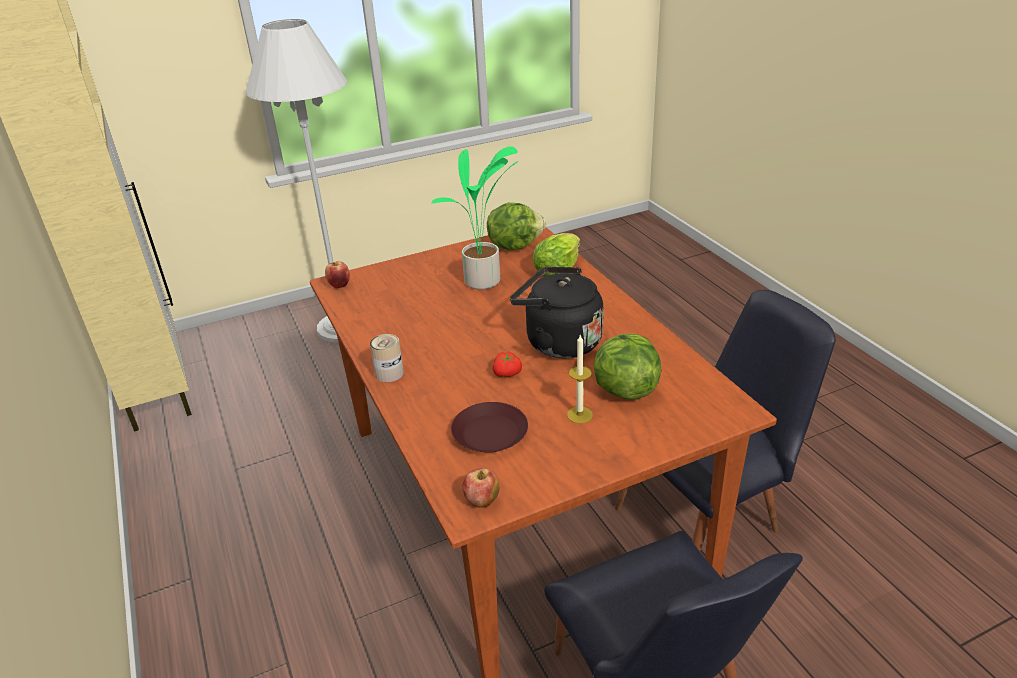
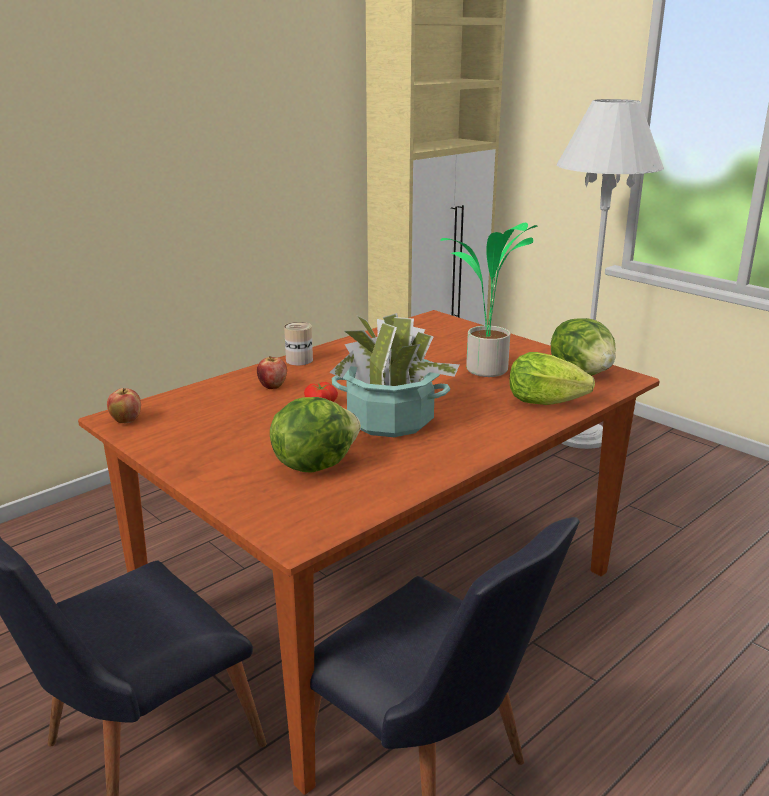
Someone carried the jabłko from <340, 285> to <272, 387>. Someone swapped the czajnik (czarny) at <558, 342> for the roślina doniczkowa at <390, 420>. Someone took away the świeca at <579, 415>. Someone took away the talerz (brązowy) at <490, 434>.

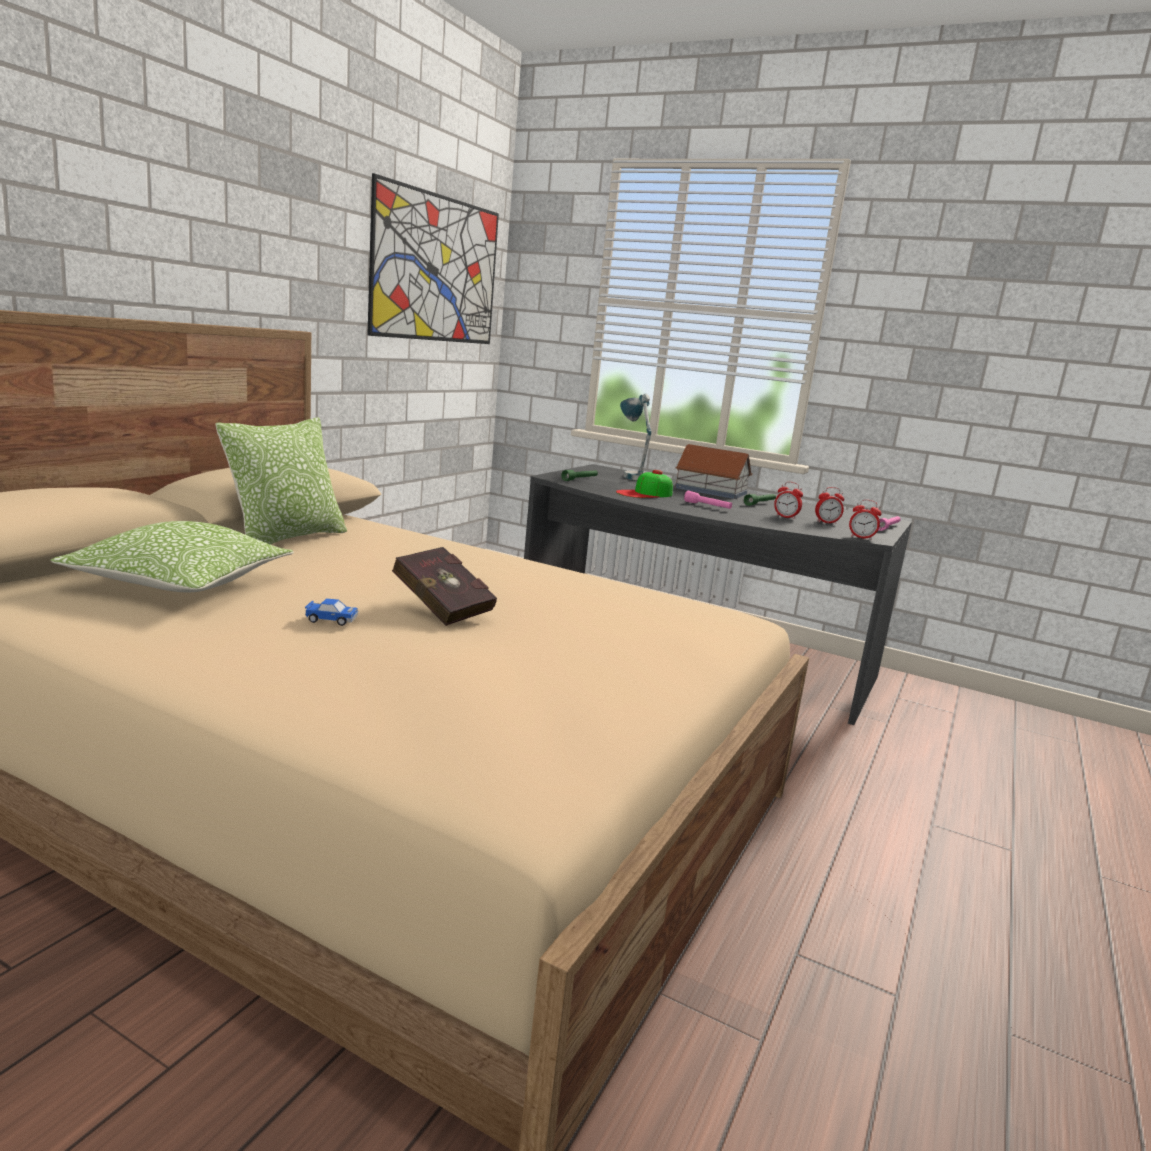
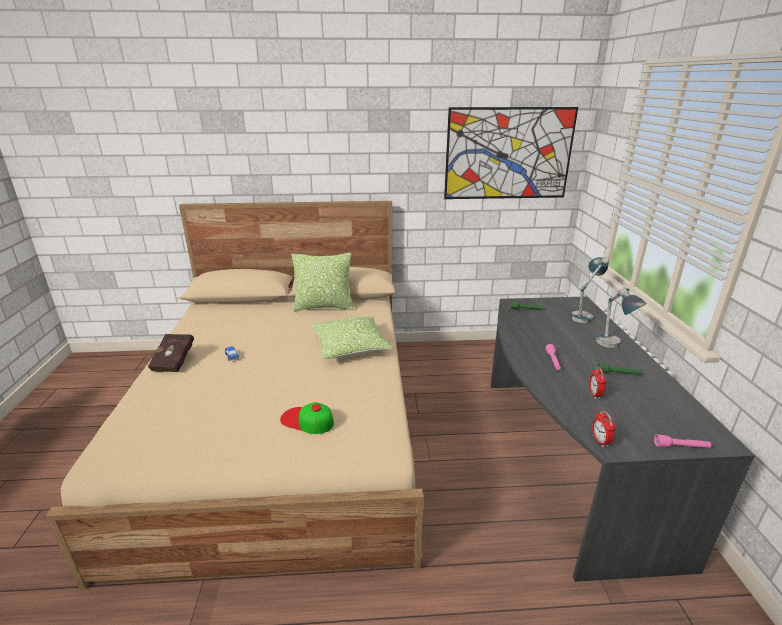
Someone swapped the domek at <710, 490> for the lampa stołowa at <612, 347>. Someone carried the czapka z daszkiem from <645, 493> to <307, 420>. Someone took away the budzik at <826, 522>. Someone carried the poduszka from <180, 583> to <350, 347>. Someone carried the książka (czerwony) from <441, 607> to <176, 361>.

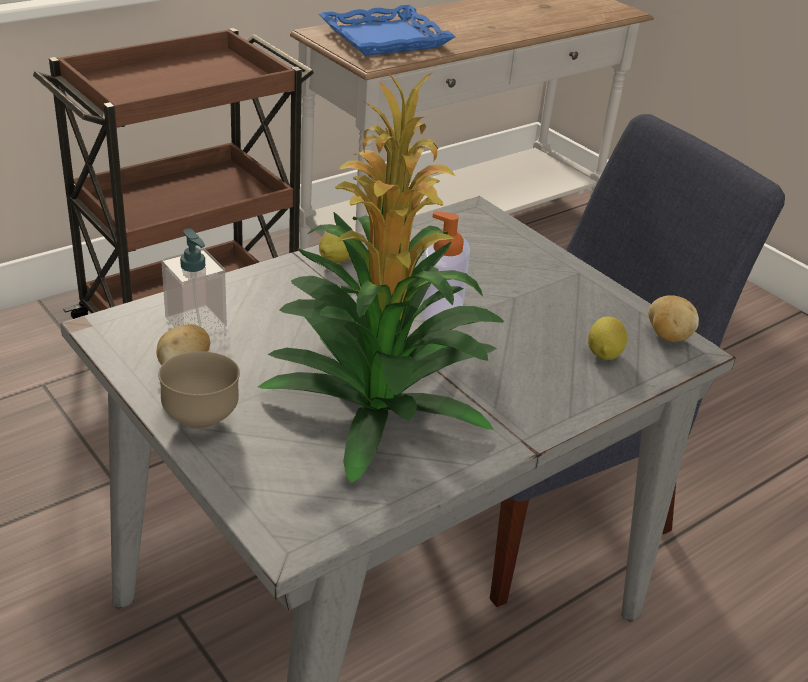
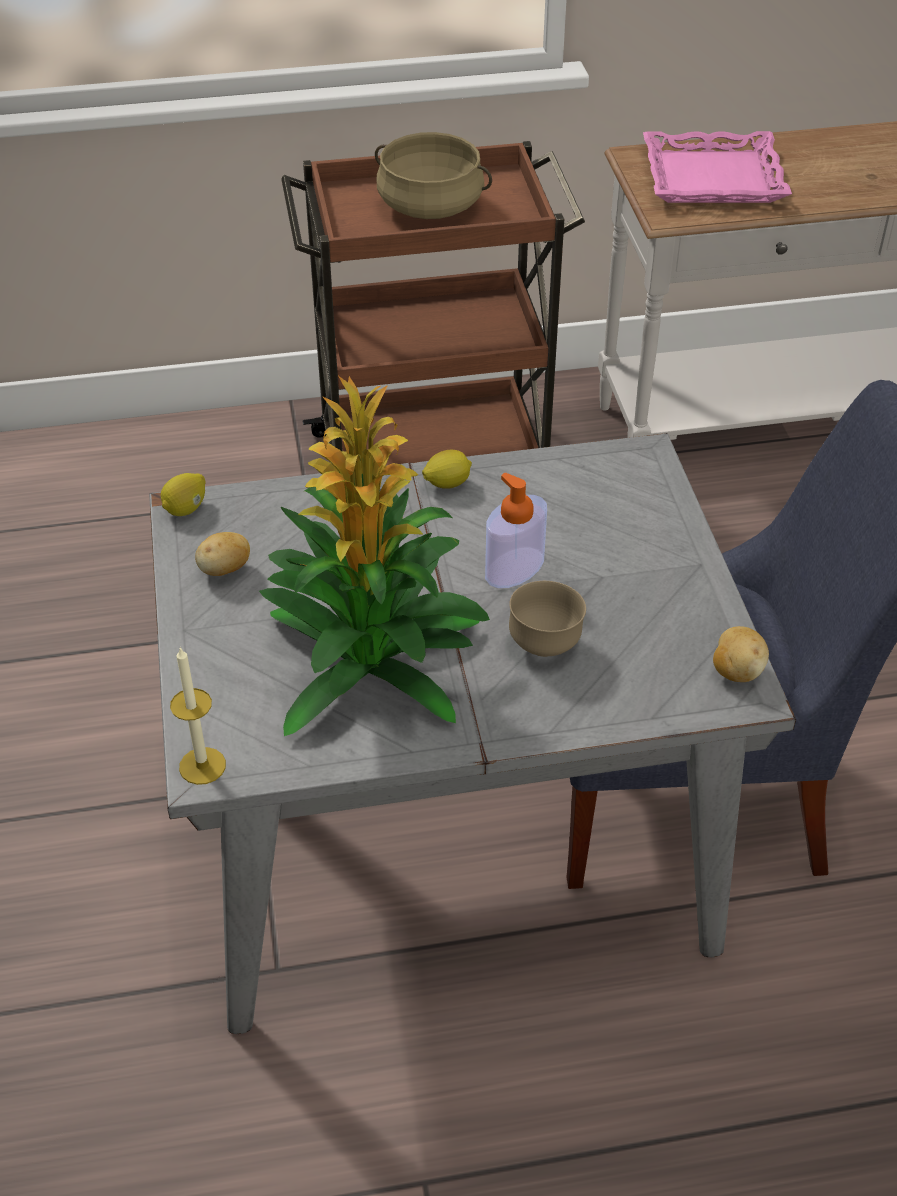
Someone repainted the taca (niebieski) at <385, 39>, which became the taca (różowy) at <713, 179>. Someone took away the dozownik mydła at <196, 322>. Someone carried the cytryna from <604, 353> to <186, 508>. Someone carried the miska (brązowy) from <201, 419> to <545, 645>. Someone put down the garnek (beżowy) at <431, 206>. Someone put down the świeca at <202, 766>.

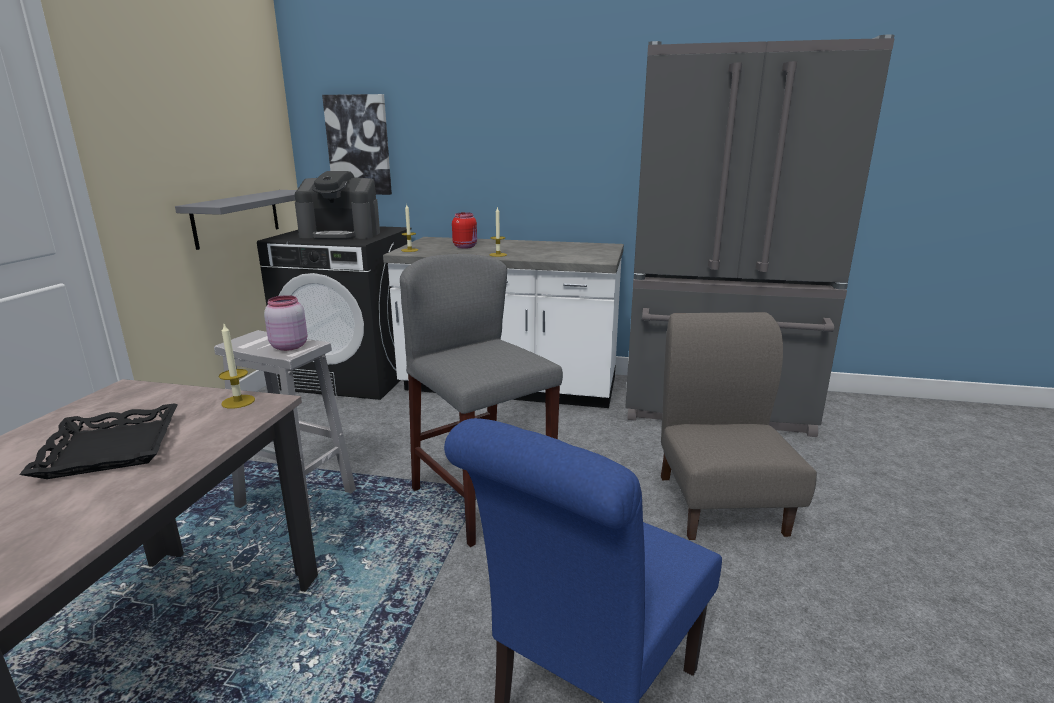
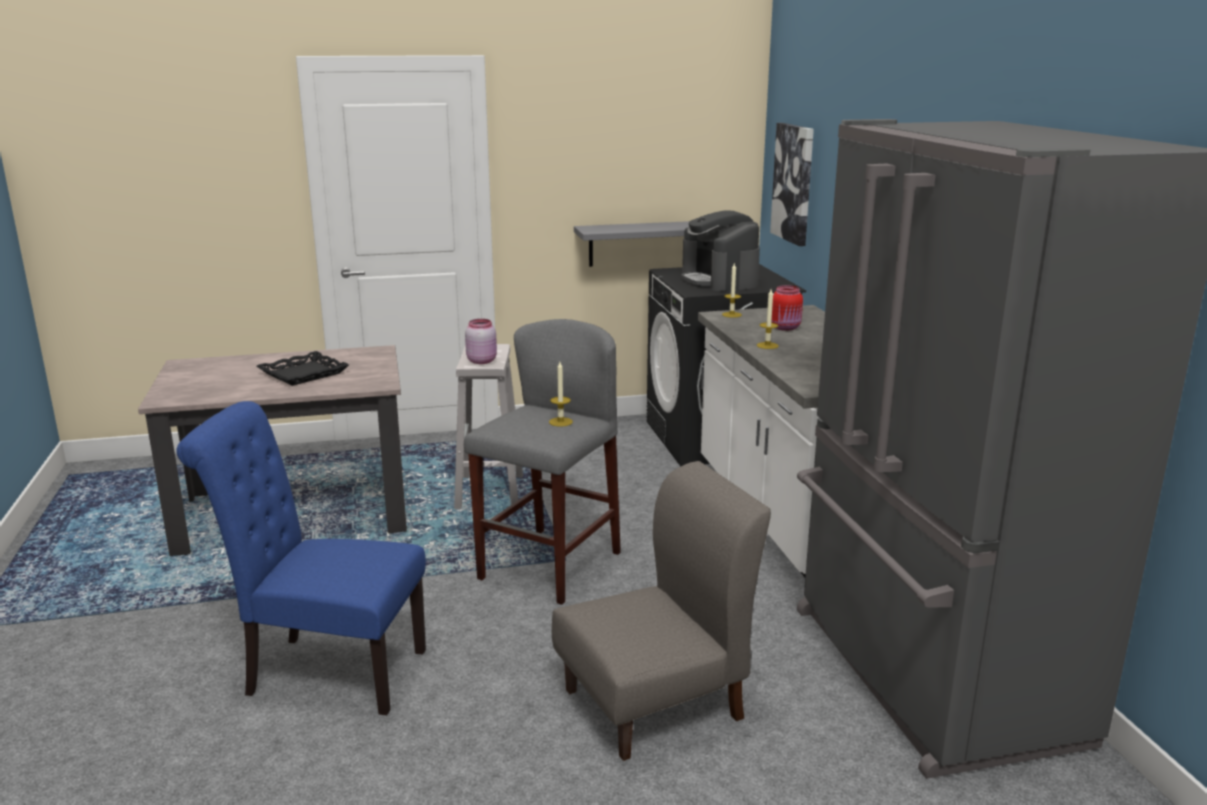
Someone carried the świeca from <238, 401> to <560, 422>.

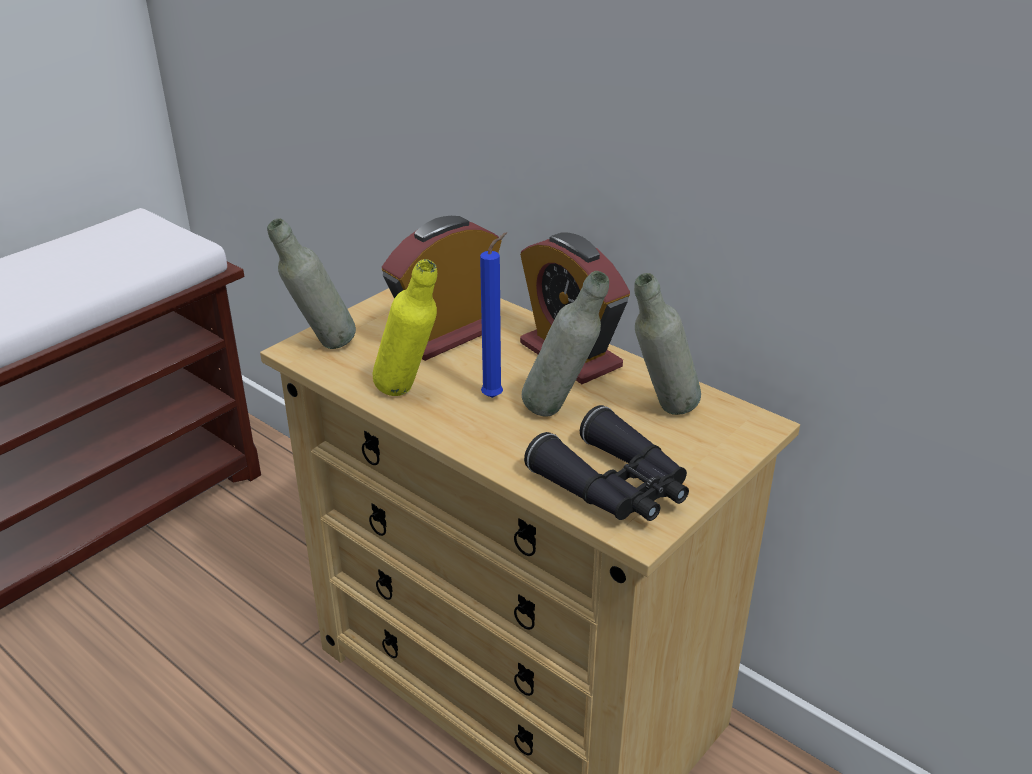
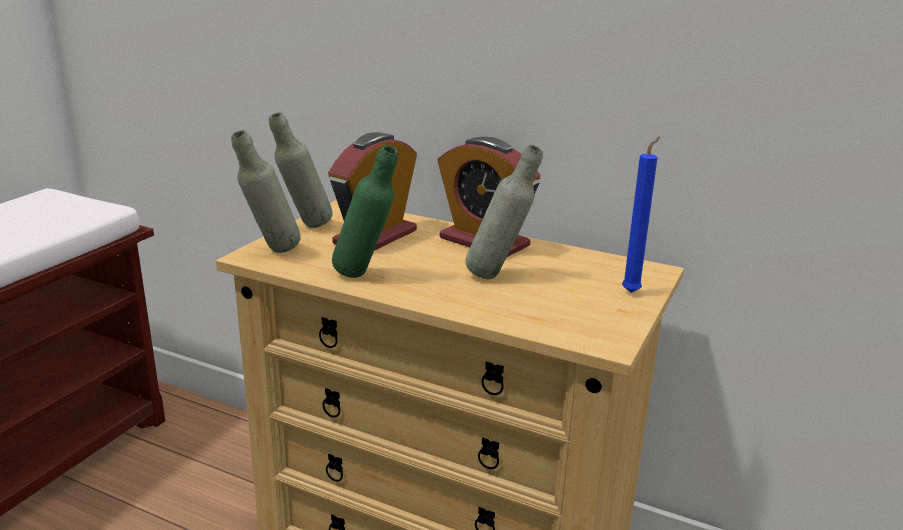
Someone carried the świeca (niebieski) from <495, 396> to <632, 291>. Someone repainted the butelka (żółty) at <409, 395>, which became the butelka (zielony) at <365, 276>. Someone carried the butelka (szary) from <661, 412> to <304, 228>. Someone took away the lornetka (czarny) at <614, 487>.

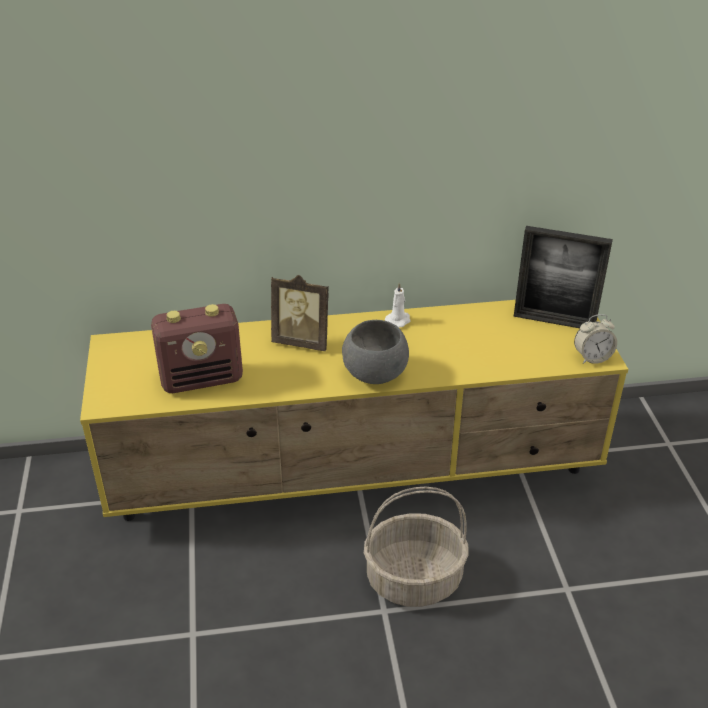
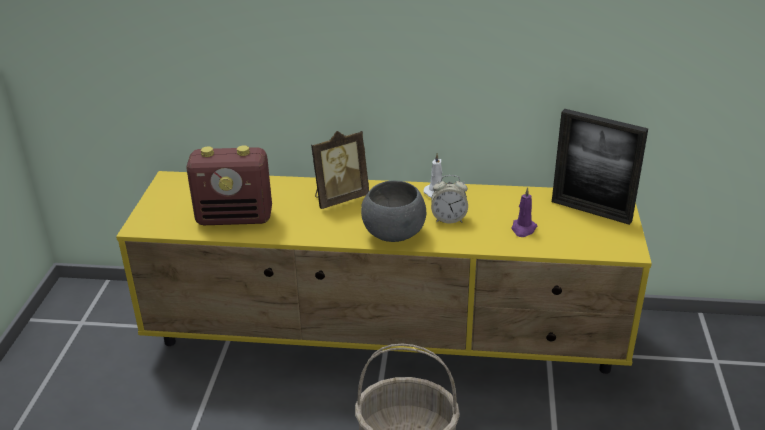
Someone rotated the ramka na zdjęcie at <302, 341> by 60 degrees counterclockwise. Someone carried the budzik from <592, 358> to <448, 219>. Someone put down the świeca (fioletowy) at <523, 229>.

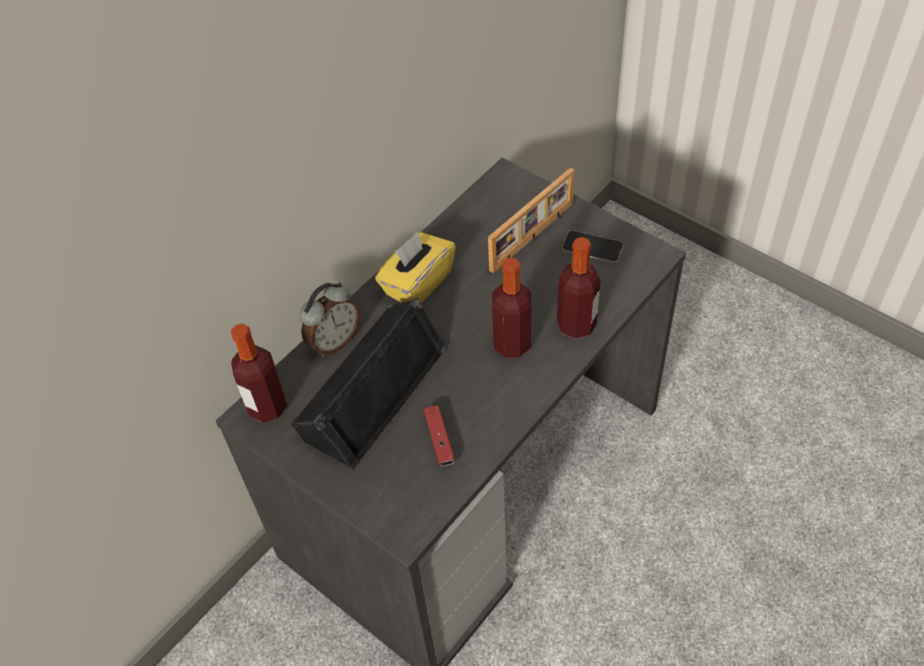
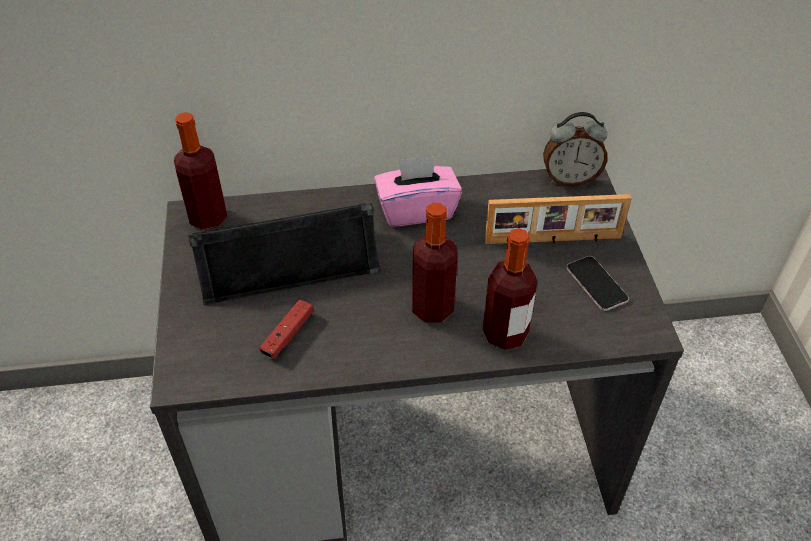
Someone repainted the pudełko chusteczek (żółty) at <417, 283>, which became the pudełko chusteczek (różowy) at <416, 210>. Someone carried the budzik from <334, 341> to <570, 179>.

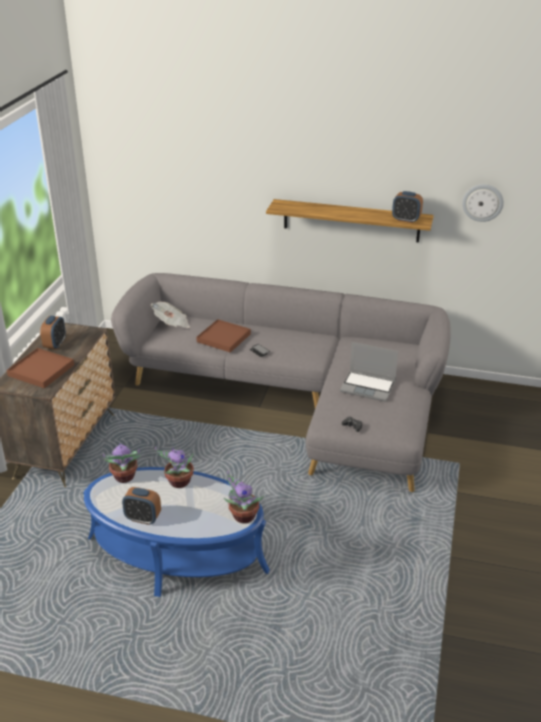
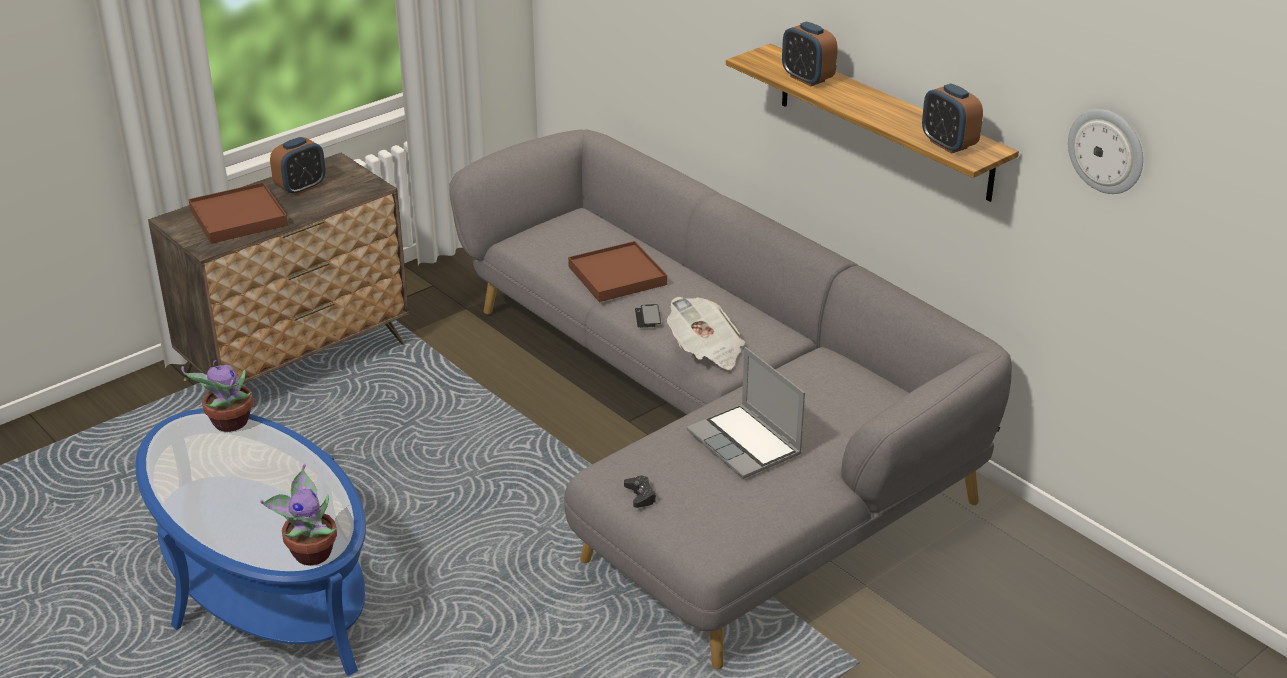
Someone carried the gazeta from <172, 324> to <706, 350>. Someone took away the roślina doniczkowa at <178, 482>. Someone carried the budzik from <143, 518> to <807, 79>.

